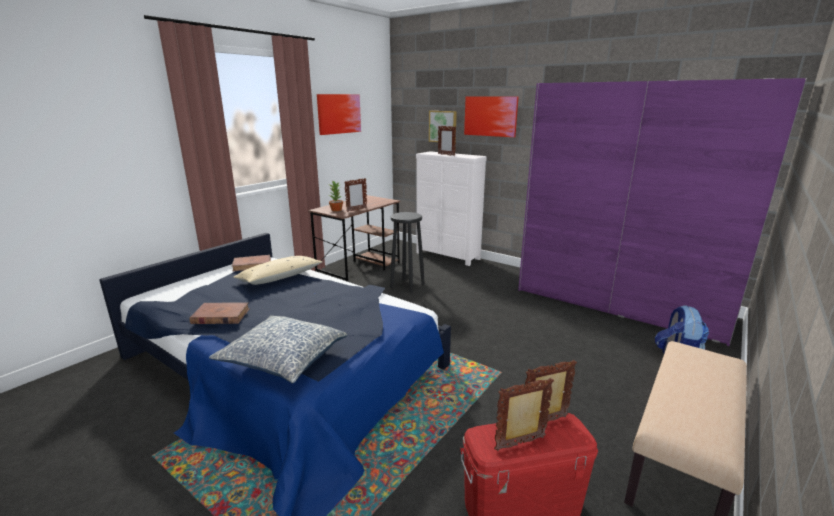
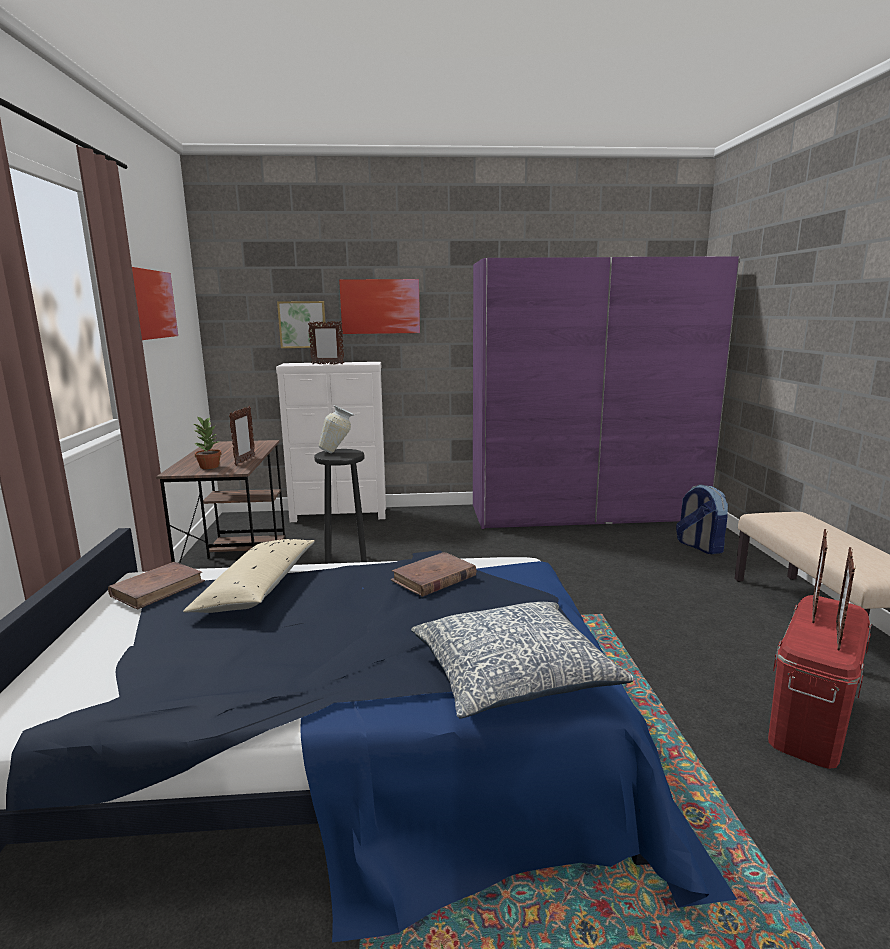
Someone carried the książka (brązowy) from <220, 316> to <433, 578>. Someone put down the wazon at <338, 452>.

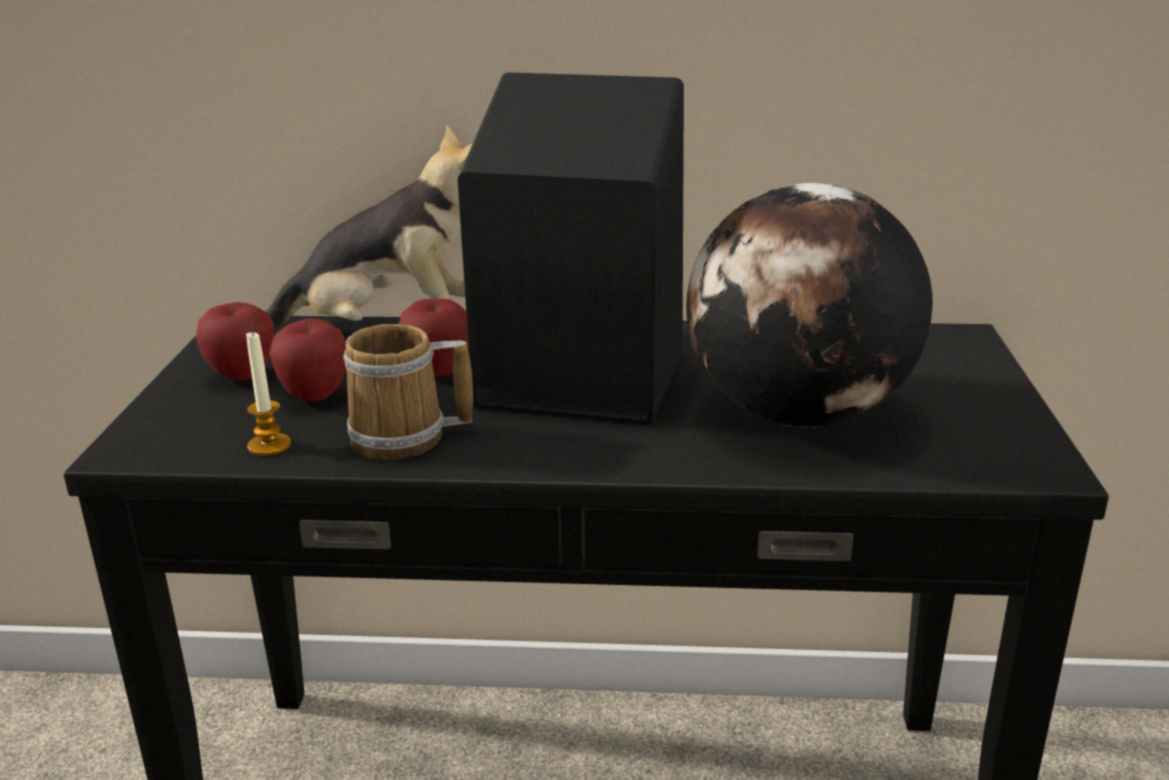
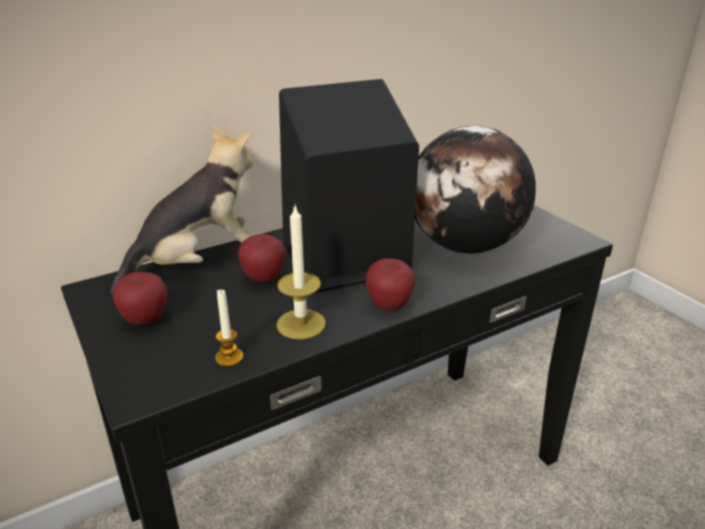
Someone carried the jabłko from <314, 396> to <389, 306>. Someone swapped the kubek at <404, 438> for the świeca at <301, 324>.

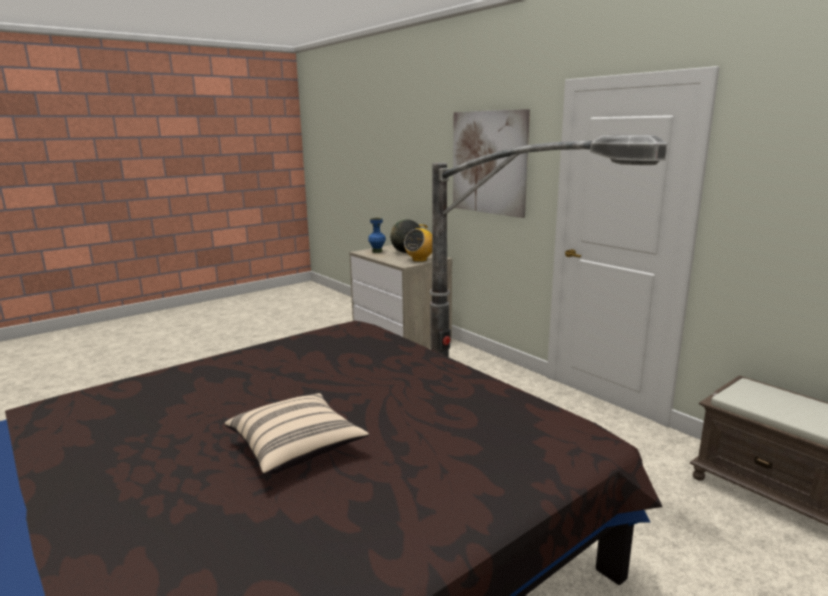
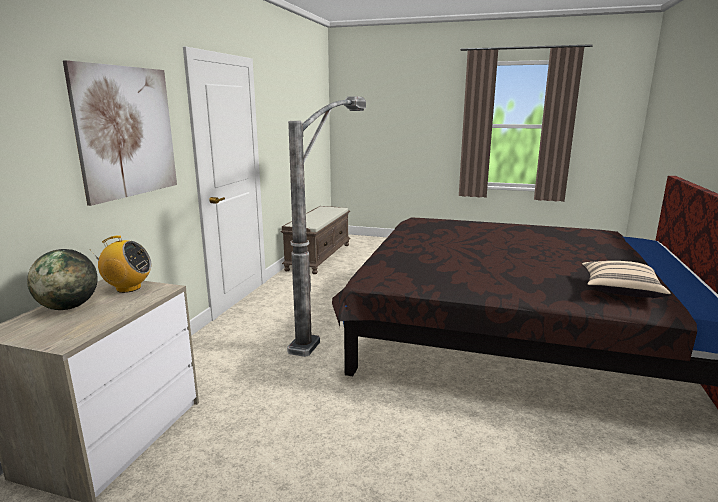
Someone took away the wazon (niebieski) at <377, 251>. Someone carried the poduszka (beżowy) from <297, 448> to <619, 291>.

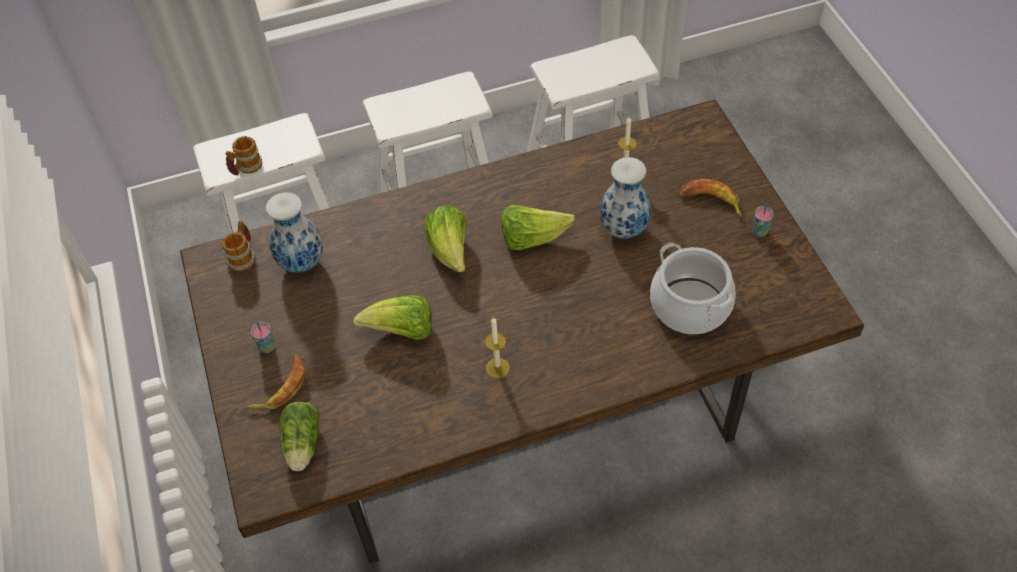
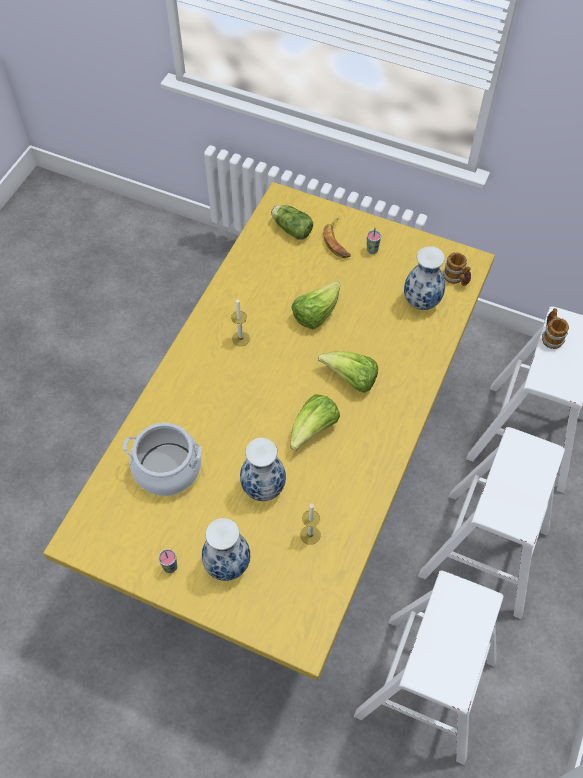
Someone repainted the stół jadalny (brązowy) at <515, 408>, which became the stół jadalny (żółty) at <291, 474>. Someone swapped the banan at <710, 201> for the wazon at <227, 564>.

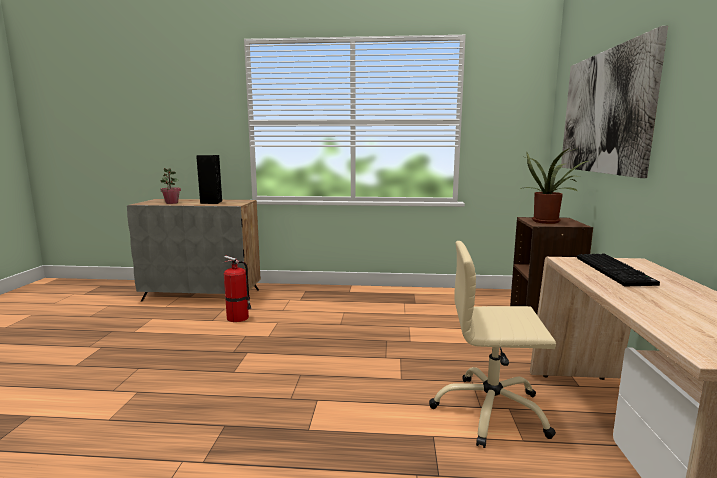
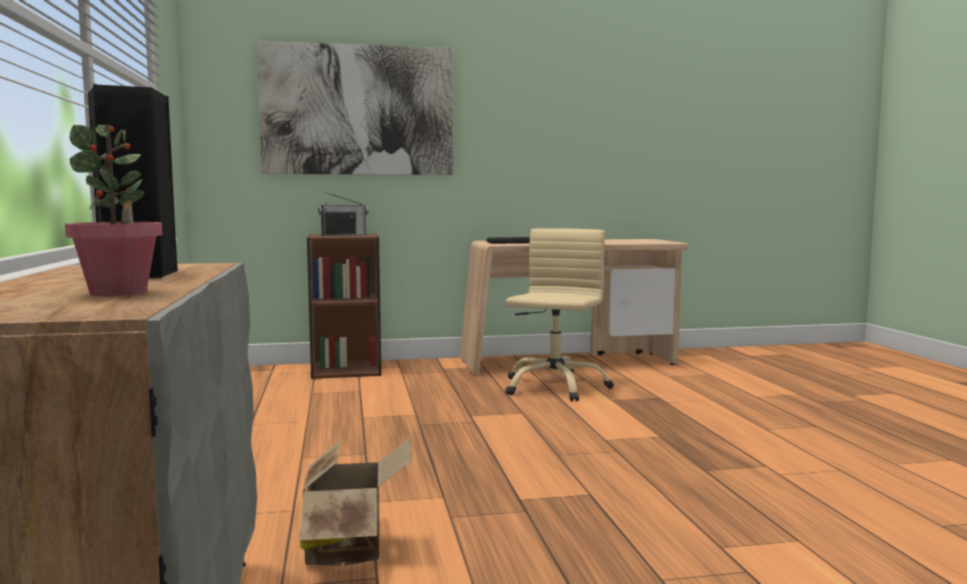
Someone swapped the roślina doniczkowa at <548, 221> for the radio at <343, 235>. Someone rotated the krzesło biurowe (beżowy) at <490, 411> by 150 degrees counterclockwise. Someone swapped the gaśnica at <239, 318> for the karton at <352, 547>.

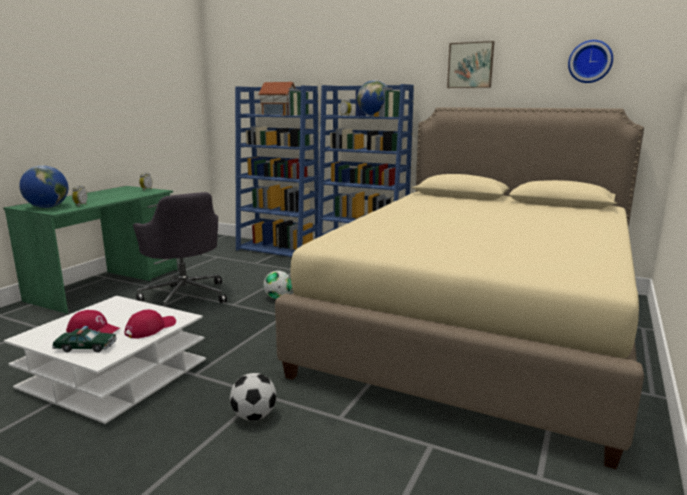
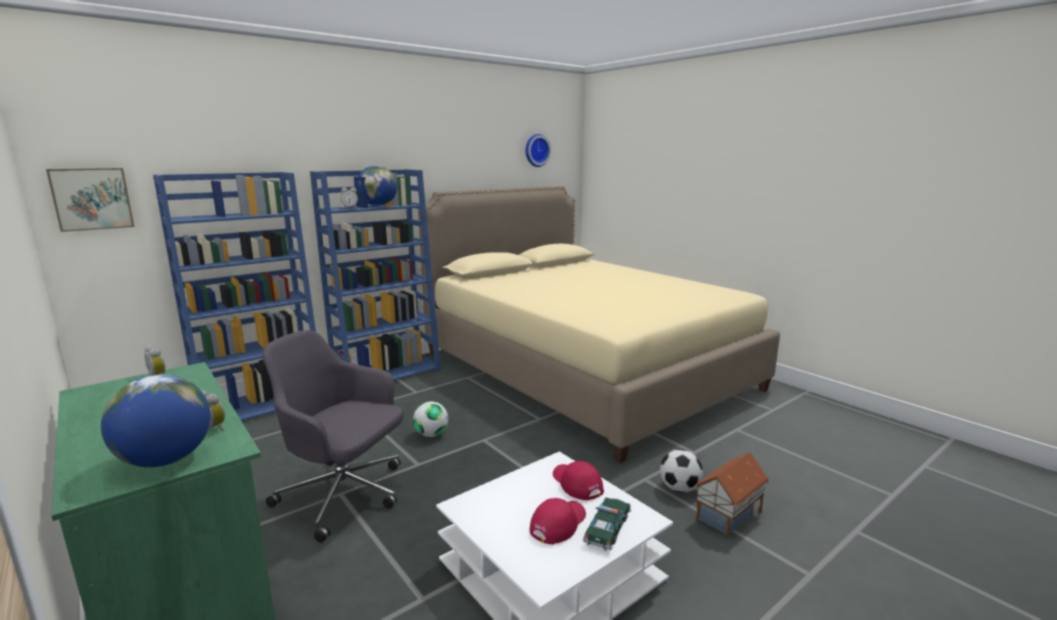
Someone carried the obraz from <470, 65> to <92, 199>. Someone carried the domek from <279, 114> to <729, 516>. Someone rotated the krzesło biurowe (szary) at <185, 296> by 150 degrees counterclockwise.

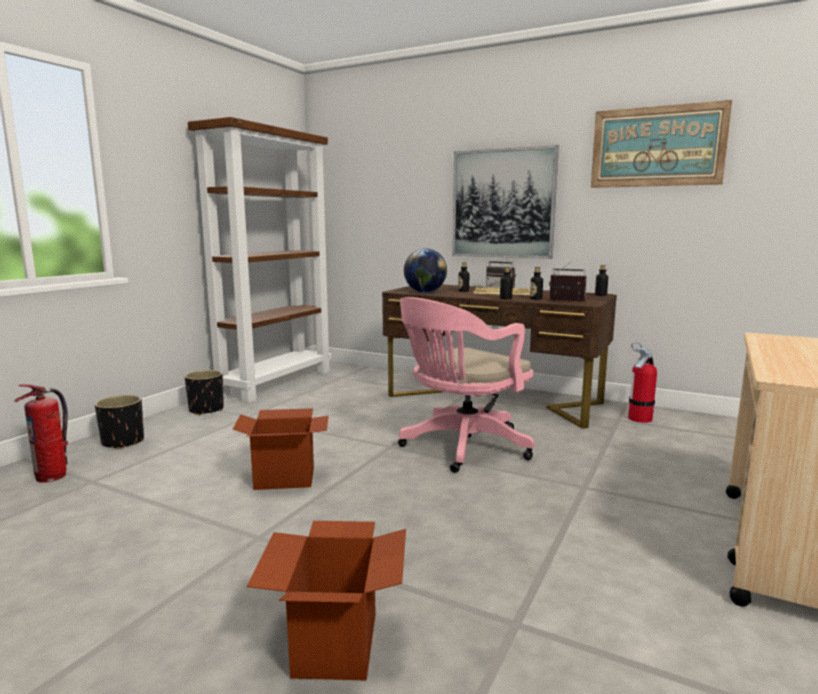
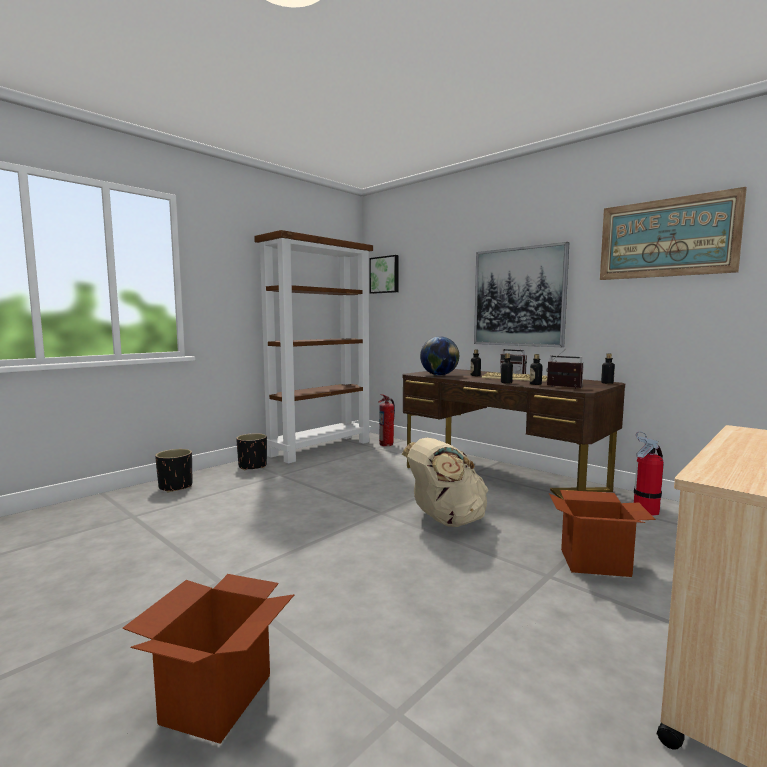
Someone swapped the krzesło biurowe (różowy) at <461, 447> for the plecak (beżowy) at <445, 520>. Someone carried the gaśnica from <52, 476> to <386, 444>. Someone carried the karton from <285, 478> to <595, 563>. Someone put up the obraz at <385, 275>.

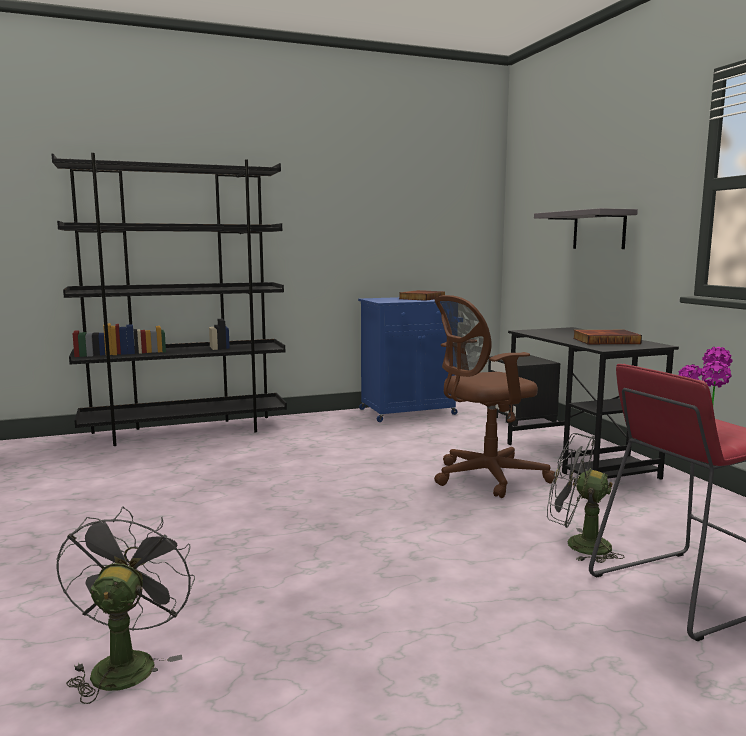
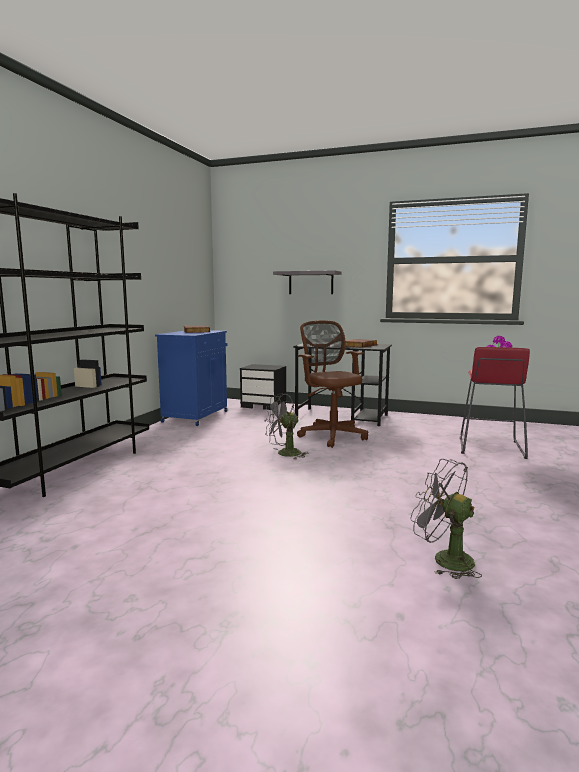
Someone rotated the krzesło biurowe (brązowy) at <484, 478> by 135 degrees clockwise. Someone carried the wentylator (szary) from <578, 545> to <284, 454>.

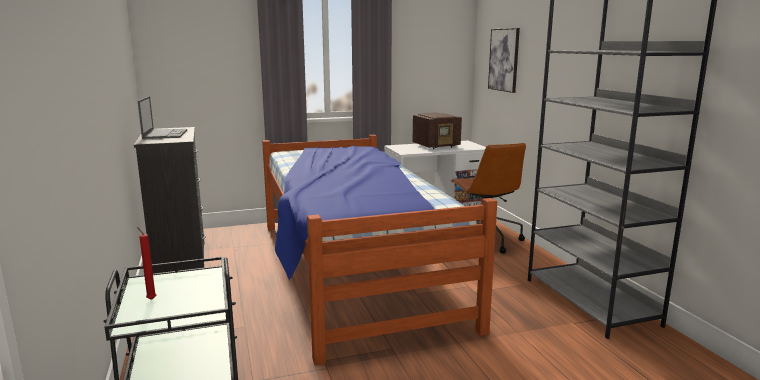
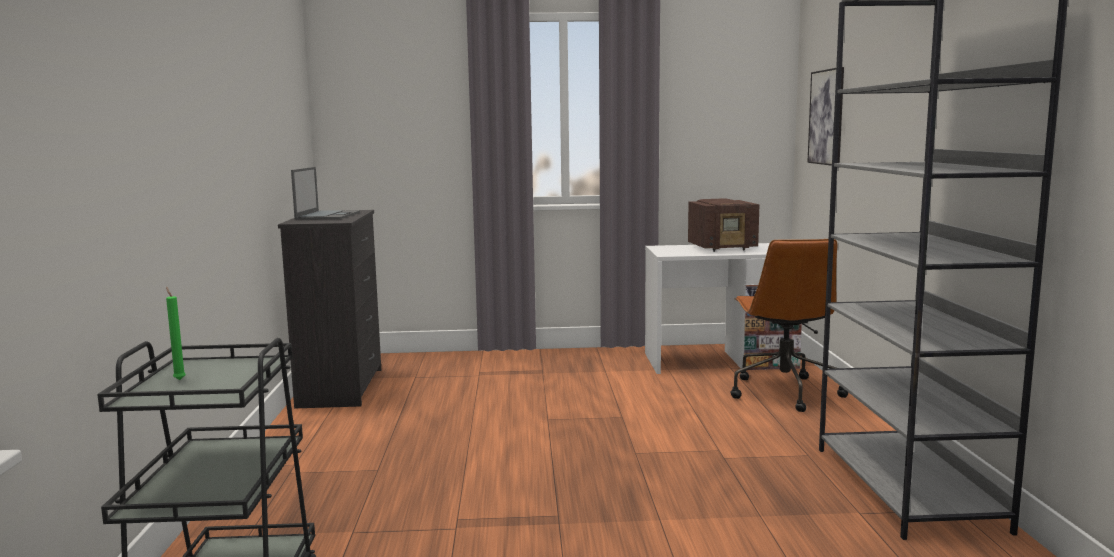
Someone took away the łóżko at <352, 270>. Someone repainted the świeca (czerwony) at <150, 299>, which became the świeca (zielony) at <179, 379>.

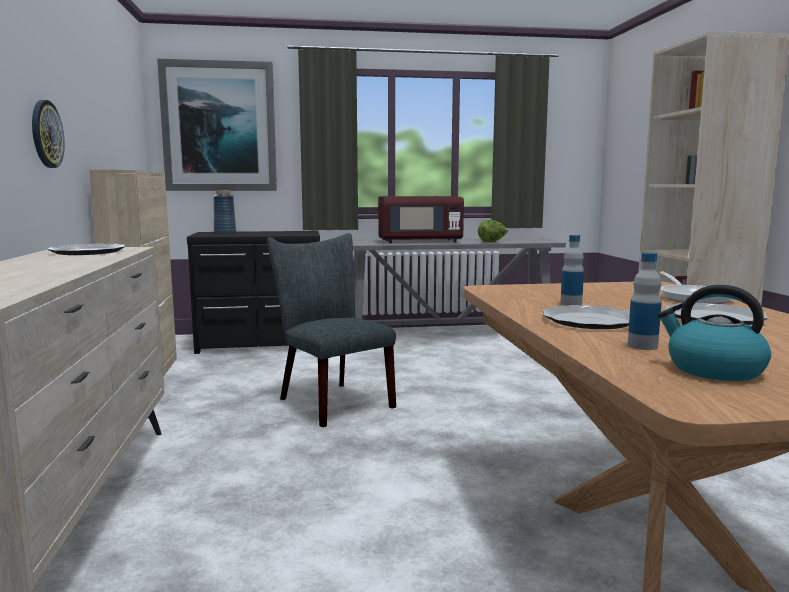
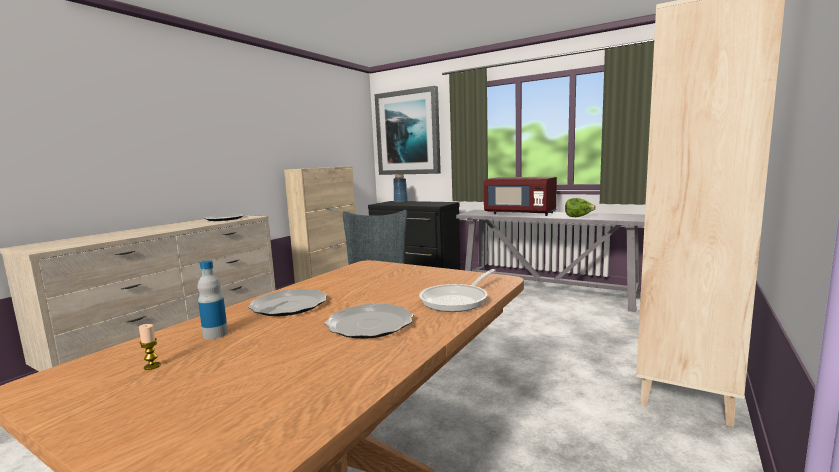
Someone took away the zegar ścienny at <46, 134>. Someone took away the butelka at <571, 304>. Someone swapped the czajnik at <713, 370> for the świeca at <152, 366>.

